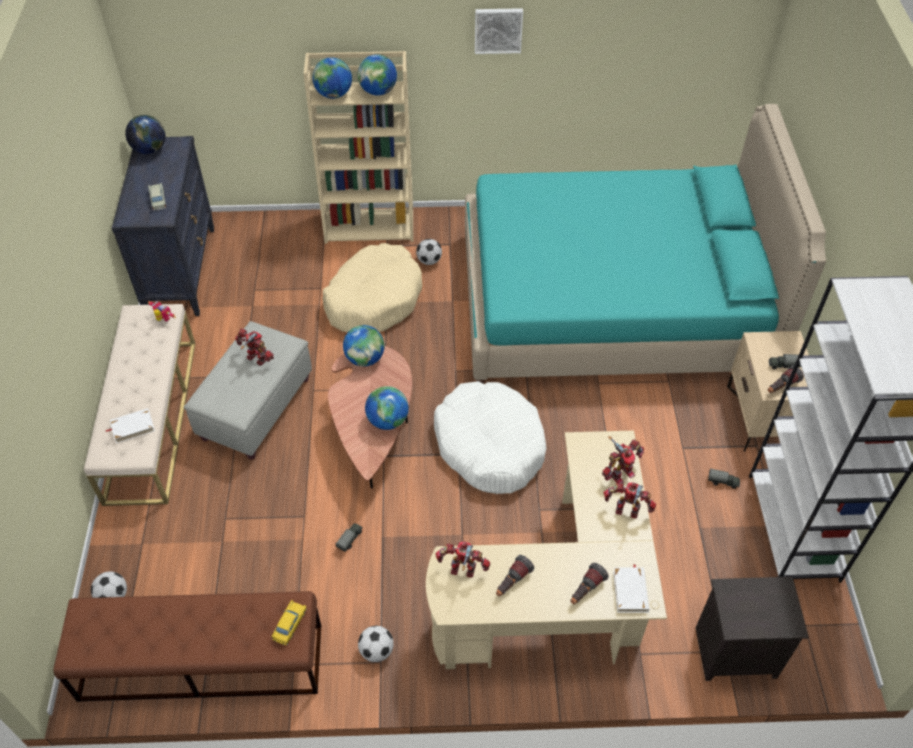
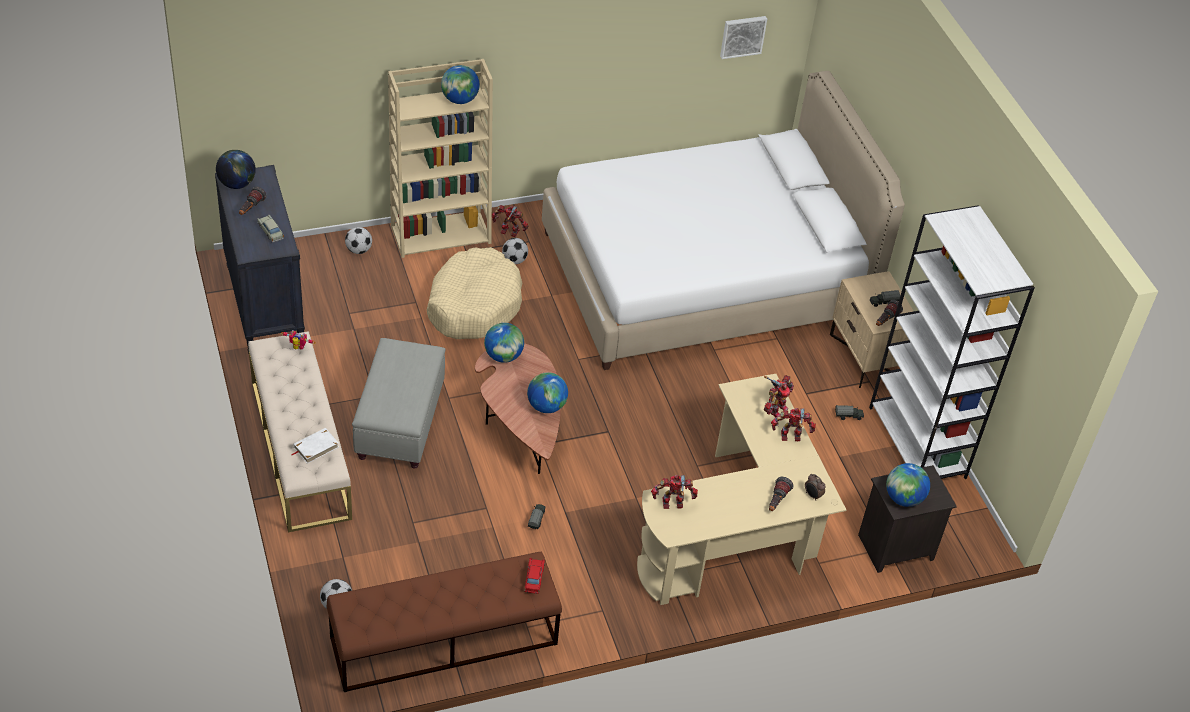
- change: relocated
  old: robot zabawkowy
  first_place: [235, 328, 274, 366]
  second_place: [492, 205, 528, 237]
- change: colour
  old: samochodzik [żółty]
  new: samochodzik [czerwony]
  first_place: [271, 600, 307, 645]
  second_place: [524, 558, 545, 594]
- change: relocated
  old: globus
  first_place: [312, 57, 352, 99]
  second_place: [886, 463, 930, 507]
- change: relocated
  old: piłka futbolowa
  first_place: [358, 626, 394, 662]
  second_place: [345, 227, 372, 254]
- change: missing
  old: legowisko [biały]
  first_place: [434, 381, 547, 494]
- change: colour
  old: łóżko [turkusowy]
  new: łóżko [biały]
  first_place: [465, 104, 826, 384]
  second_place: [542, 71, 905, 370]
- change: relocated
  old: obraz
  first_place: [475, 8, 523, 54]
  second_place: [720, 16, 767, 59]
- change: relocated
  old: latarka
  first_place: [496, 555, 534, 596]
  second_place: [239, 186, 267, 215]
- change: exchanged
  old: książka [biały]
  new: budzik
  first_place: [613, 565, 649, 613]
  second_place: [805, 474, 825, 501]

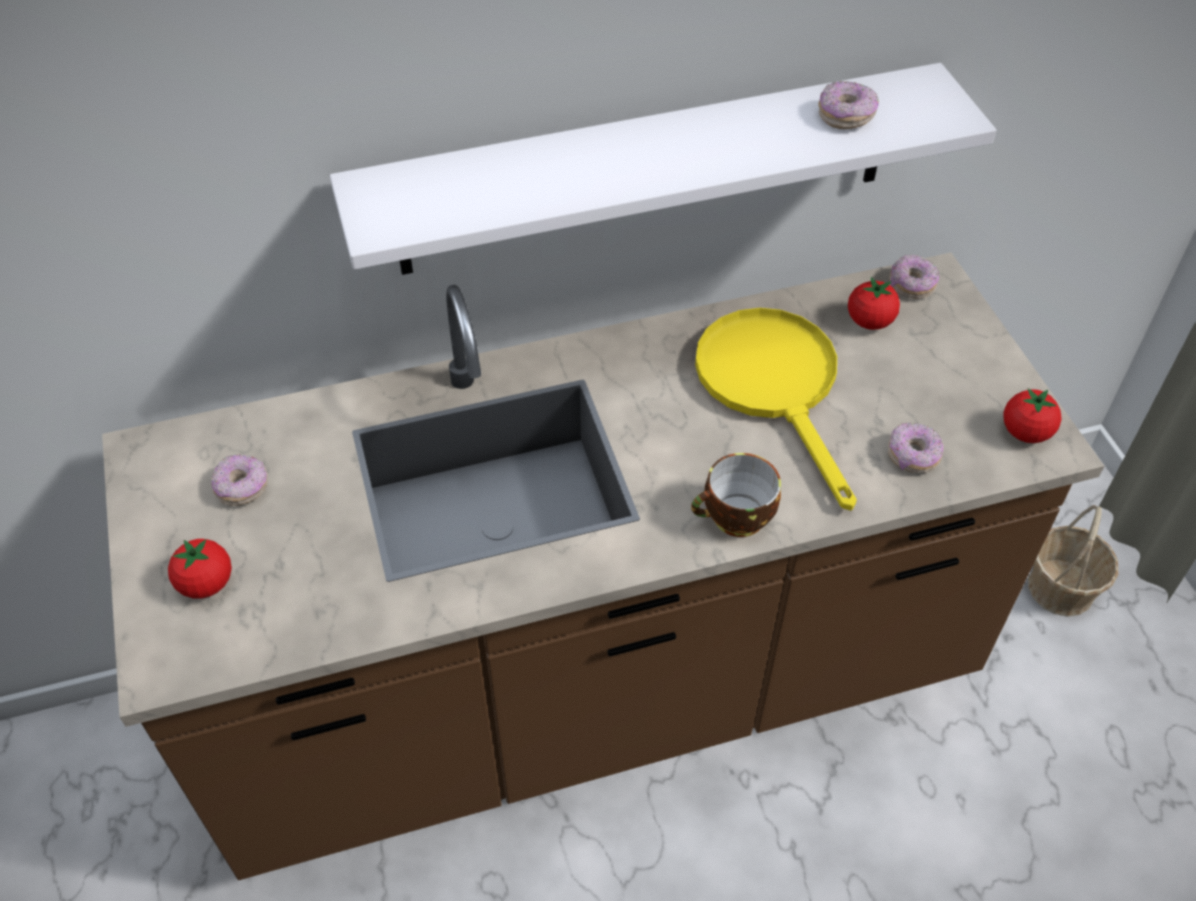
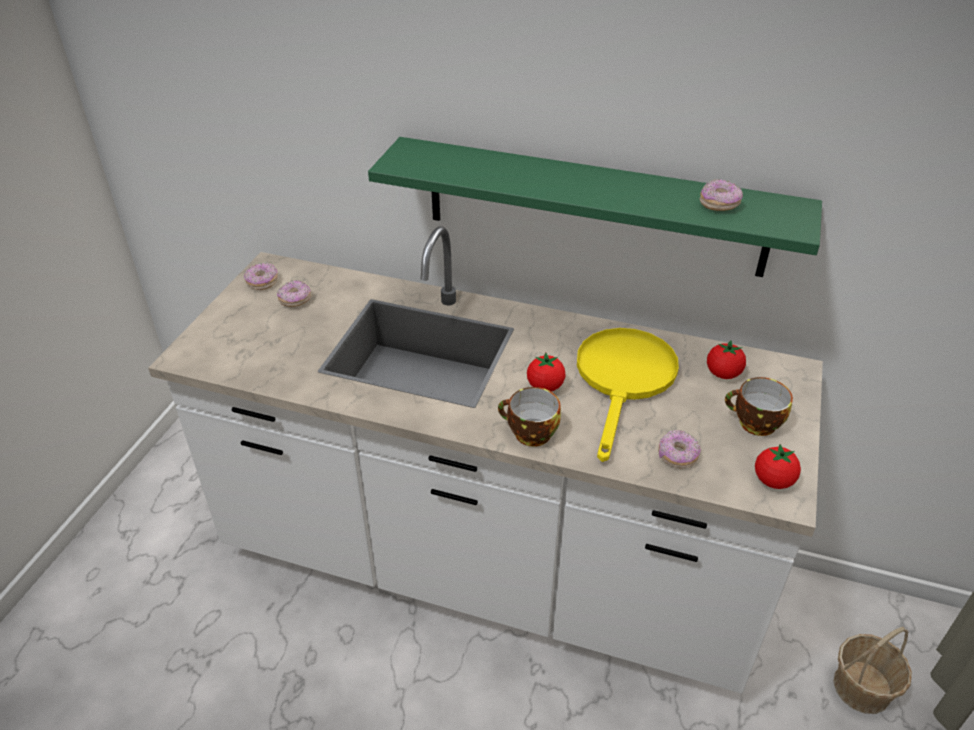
- change: colour
  old: zabudowa kuchenna [brązowy]
  new: zabudowa kuchenna [biały]
  first_place: [102, 252, 1104, 880]
  second_place: [148, 226, 823, 694]
- change: relocated
  old: pomidor
  first_place: [168, 539, 232, 598]
  second_place: [527, 352, 566, 391]
- change: colour
  old: półka [biały]
  new: półka [zielony]
  first_place: [330, 63, 997, 275]
  second_place: [368, 137, 822, 277]
- change: relocated
  old: donut
  first_place: [889, 254, 939, 299]
  second_place: [244, 262, 278, 290]
- change: appeared
  new: filiżanka
  second_place: [725, 377, 793, 436]

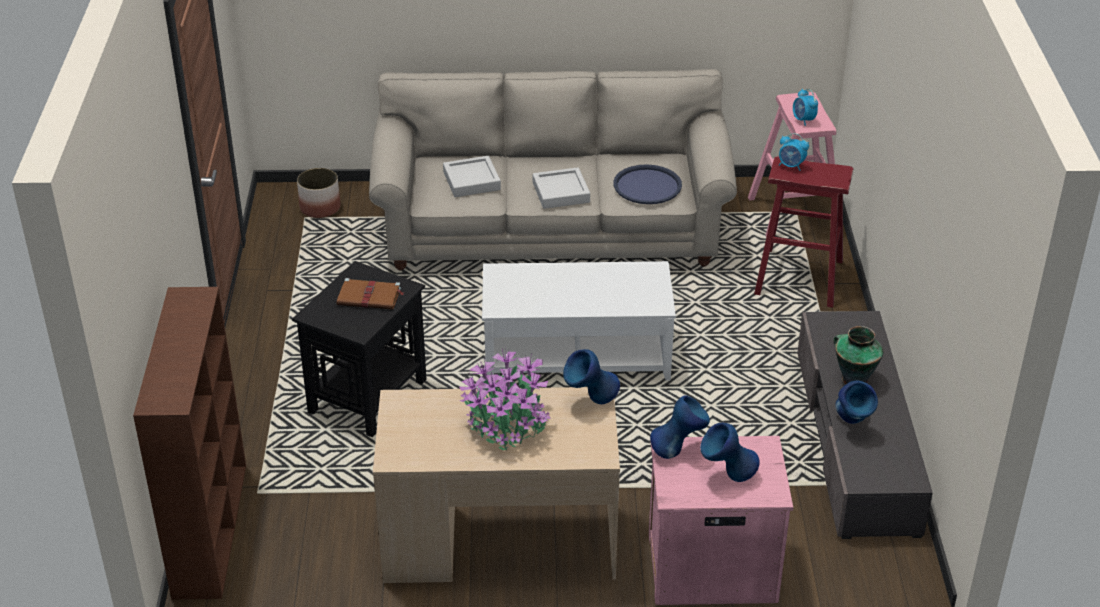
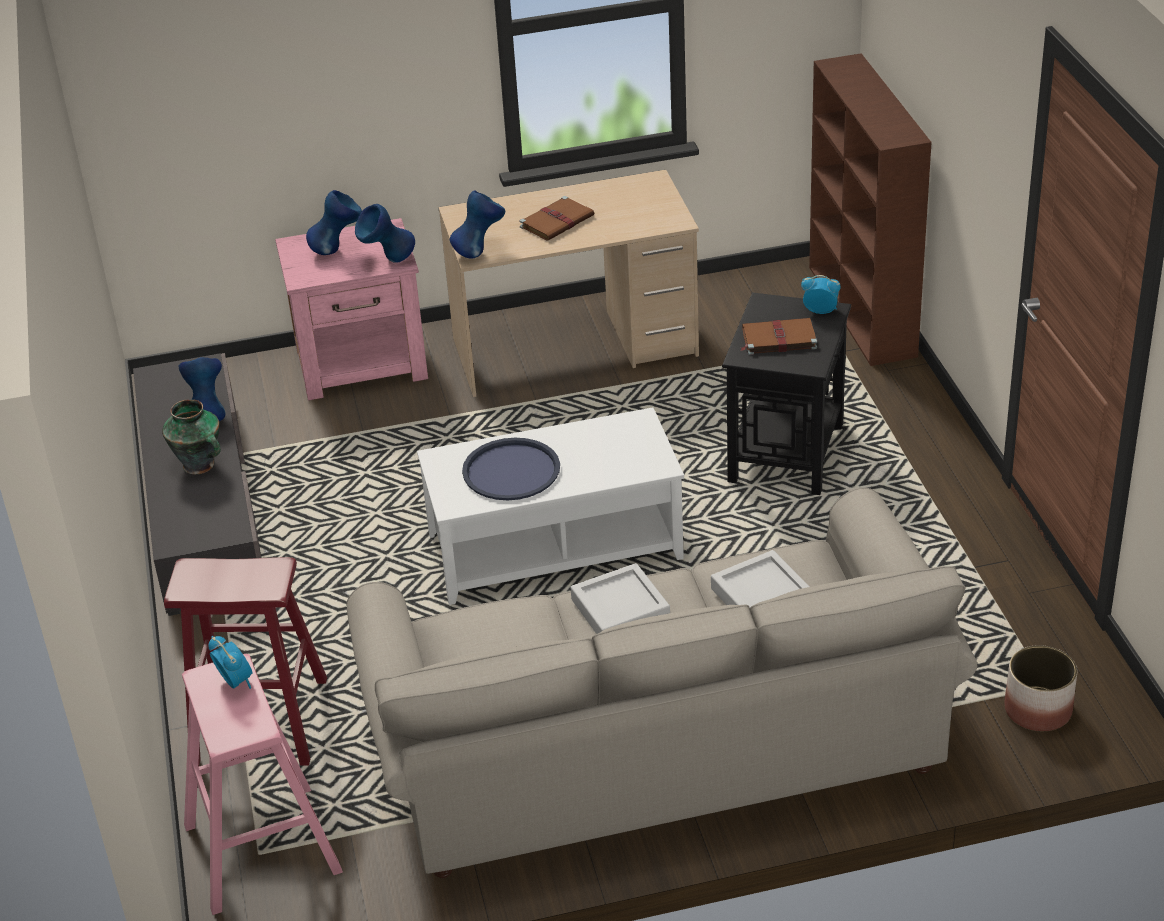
- change: exchanged
  old: roślina doniczkowa
  new: książka [brązowy]
  first_place: [459, 348, 551, 450]
  second_place: [519, 196, 594, 240]
- change: relocated
  old: taca [niebieski]
  first_place: [613, 164, 682, 204]
  second_place: [462, 438, 560, 500]
- change: relocated
  old: budzik
  first_place: [779, 133, 809, 171]
  second_place: [801, 275, 840, 314]

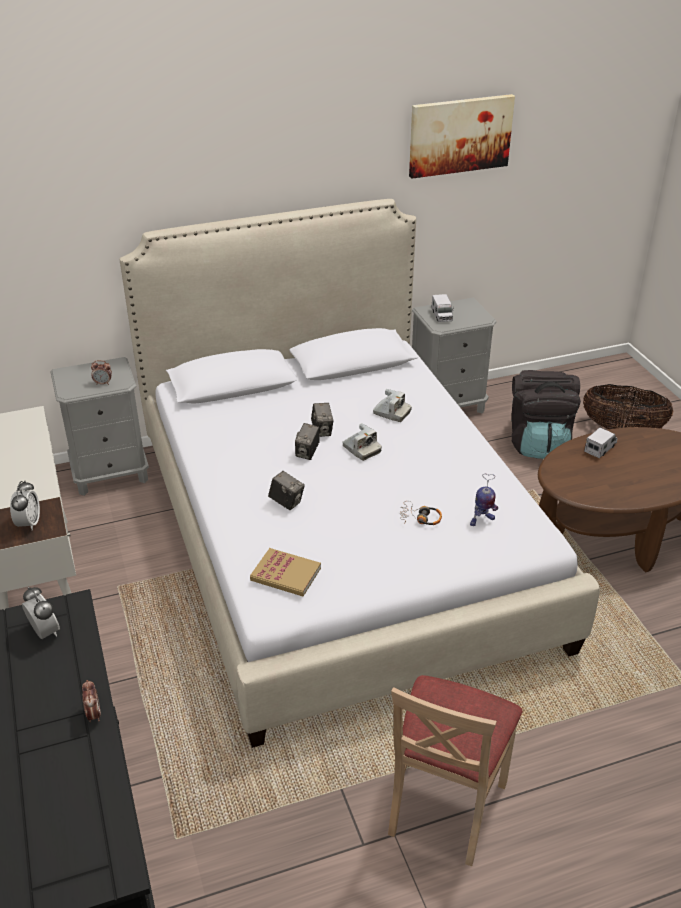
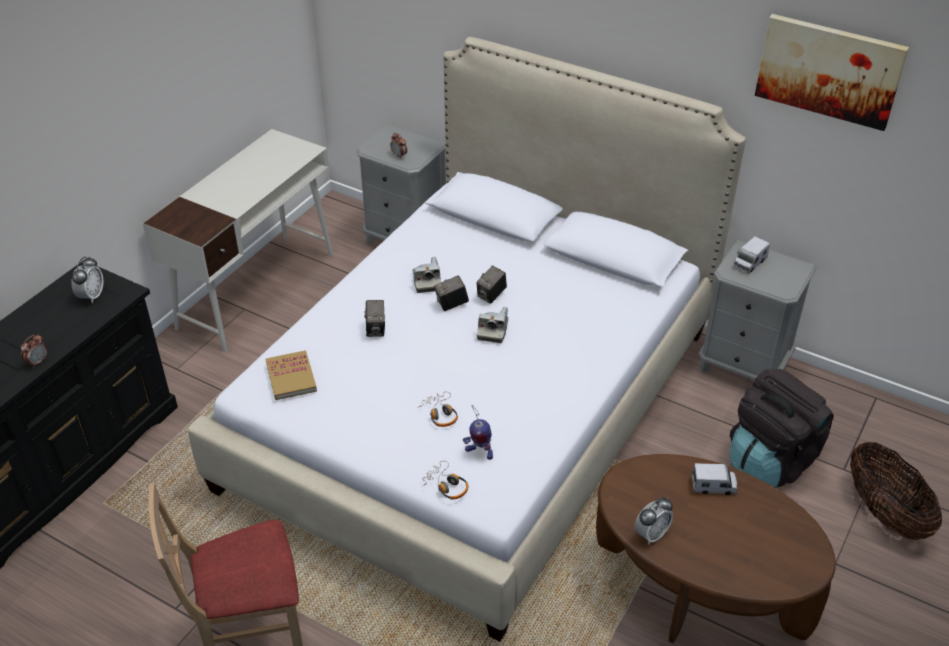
- change: relocated
  old: budzik
  first_place: [10, 481, 40, 531]
  second_place: [634, 497, 673, 545]
- change: relocated
  old: aparat fotograficzny
  first_place: [373, 389, 412, 422]
  second_place: [413, 257, 441, 293]
- change: appeared
  new: słuchawki
  second_place: [422, 461, 468, 499]

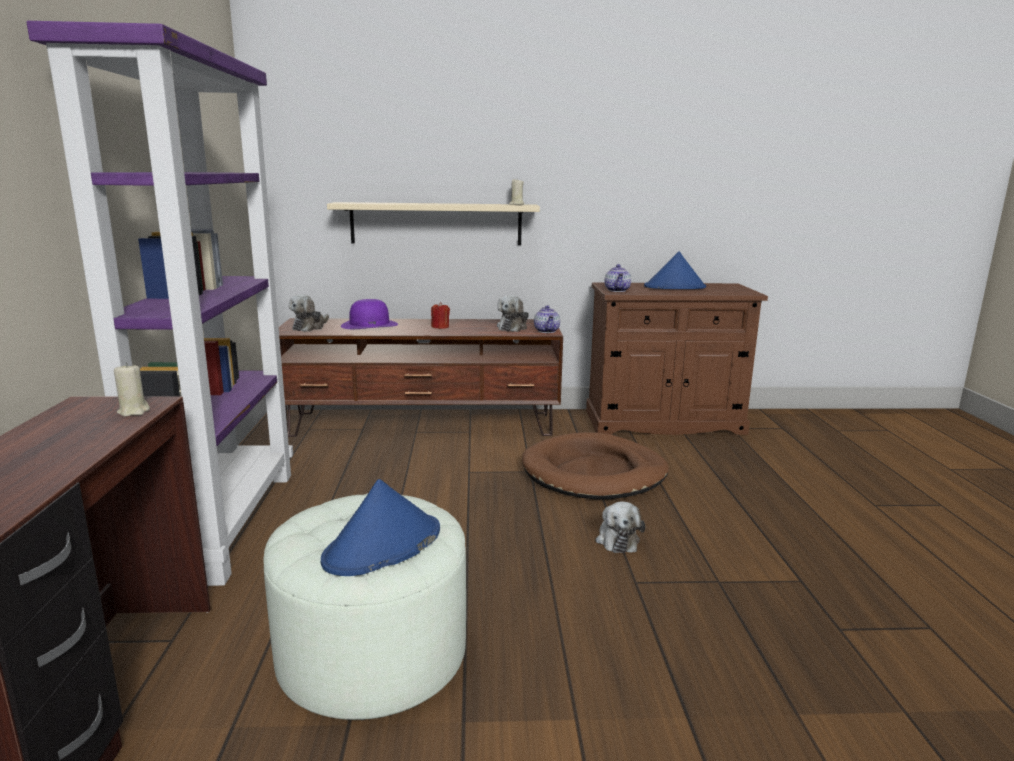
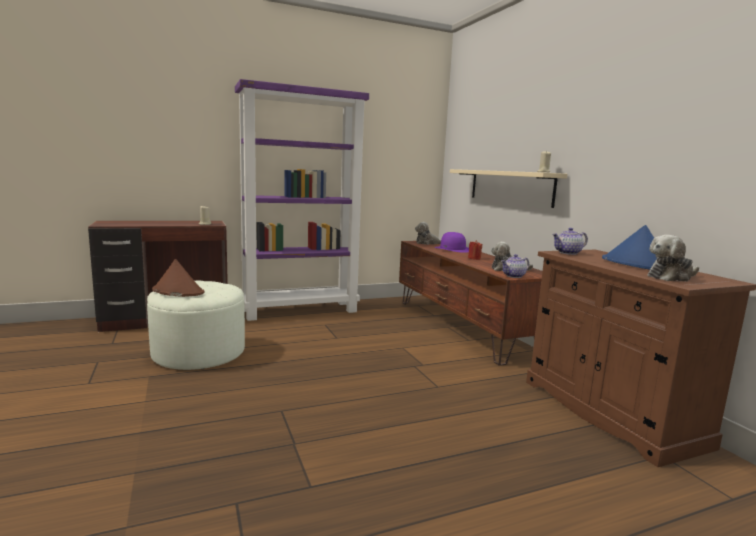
- change: colour
  old: kapelusz [niebieski]
  new: kapelusz [brązowy]
  first_place: [321, 479, 440, 576]
  second_place: [152, 259, 205, 297]
- change: missing
  old: legowisko [brązowy]
  first_place: [522, 432, 669, 499]
- change: relocated
  old: pluszak
  first_place: [596, 501, 645, 553]
  second_place: [647, 235, 699, 282]

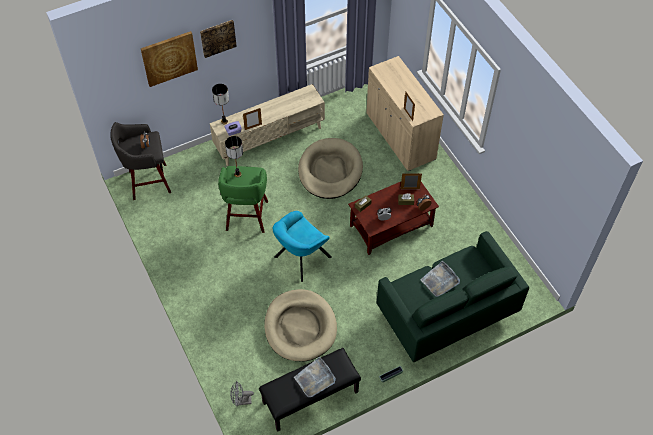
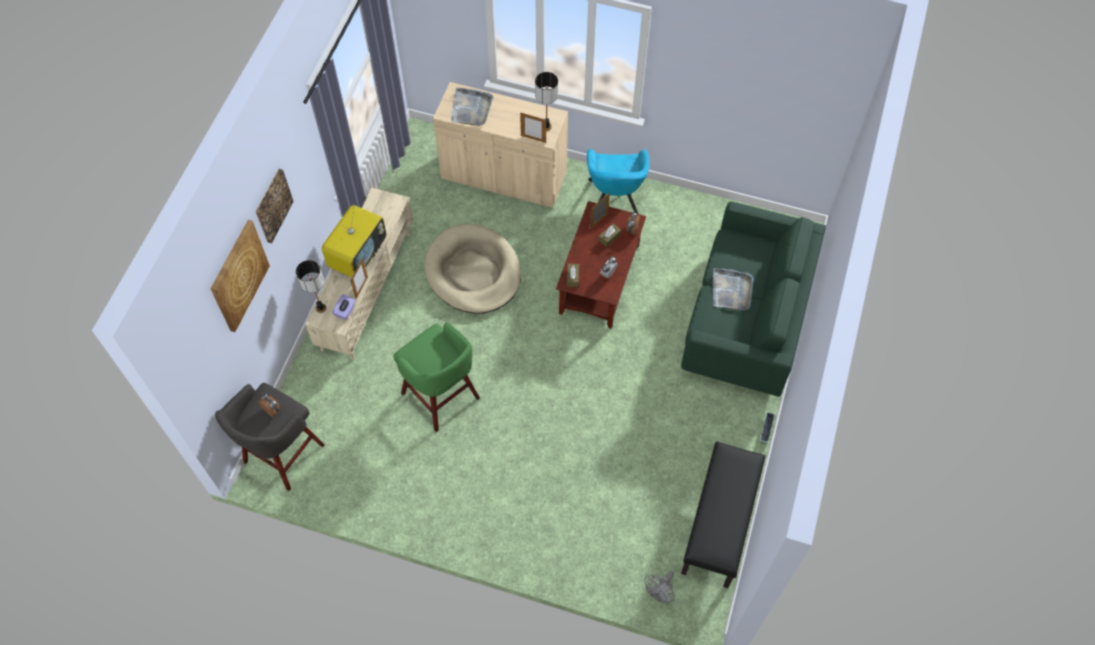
- change: relocated
  old: lampa stołowa
  first_place: [225, 136, 243, 177]
  second_place: [535, 72, 558, 131]
- change: missing
  old: legowisko [beżowy]
  first_place: [264, 289, 337, 362]
- change: relocated
  old: fotel [turkusowy]
  first_place: [273, 211, 332, 282]
  second_place: [587, 149, 649, 214]
- change: relocated
  old: taca [szary]
  first_place: [294, 357, 336, 397]
  second_place: [451, 88, 493, 126]
- change: appeared
  new: telewizor
  second_place: [322, 205, 387, 277]

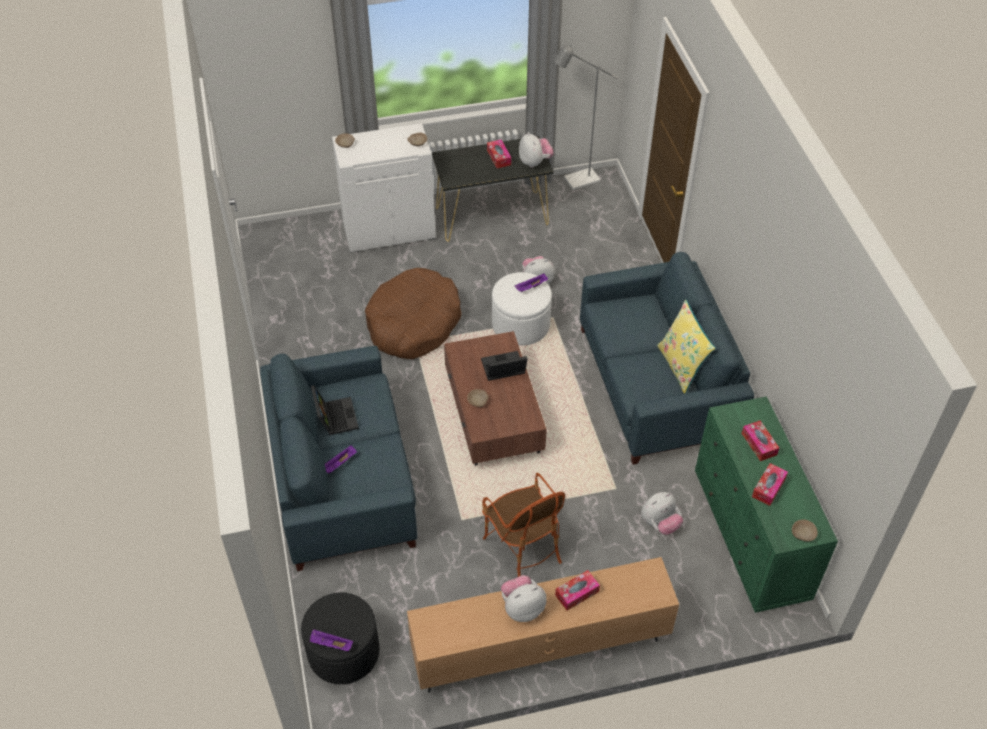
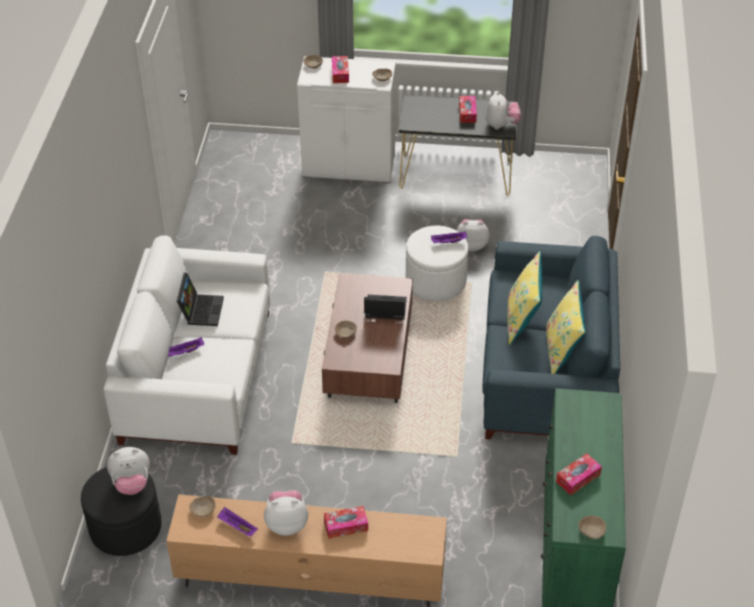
- change: colour
  old: kanapa [niebieski]
  new: kanapa [biały]
  first_place: [260, 346, 417, 571]
  second_place: [104, 235, 270, 455]
- change: relocated
  old: taca [fioletowy]
  first_place: [310, 629, 353, 651]
  second_place: [217, 507, 258, 536]
- change: missing
  old: legowisko [brązowy]
  first_place: [365, 268, 461, 359]
- change: missing
  old: fotel
  first_place: [482, 473, 565, 577]
- change: missing
  old: lampa stojąca [szary]
  first_place: [553, 44, 618, 190]
- change: relocated
  old: pluszak
  first_place: [641, 492, 683, 535]
  second_place: [107, 447, 150, 495]
- change: relocated
  old: pudełko chusteczek
  first_place: [742, 420, 779, 461]
  second_place: [332, 56, 349, 83]
- change: appeared
  new: miska [beżowy]
  second_place: [189, 496, 216, 517]
- change: appeared
  new: poduszka [żółty]
  second_place: [507, 251, 542, 345]

